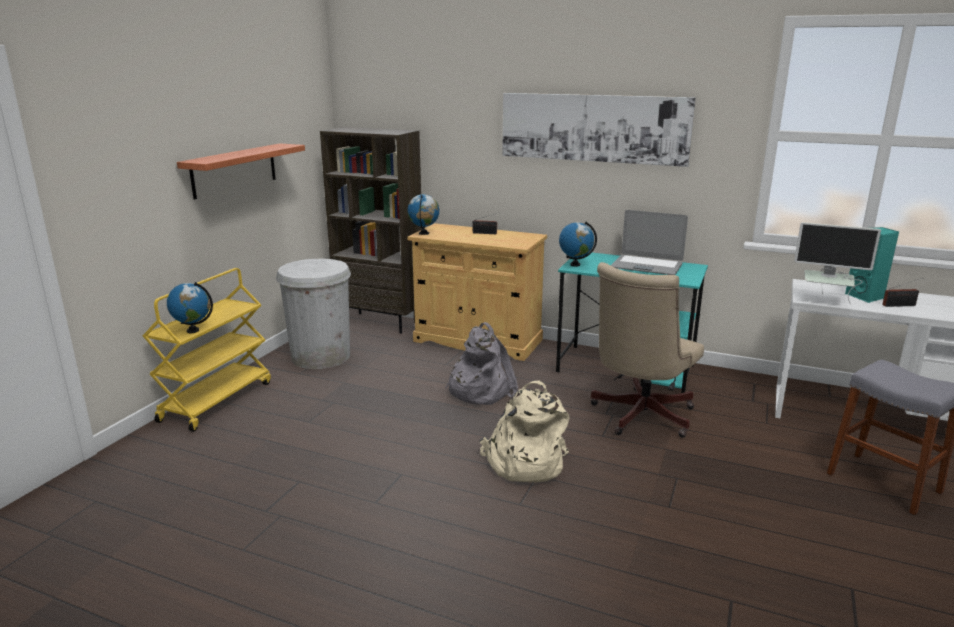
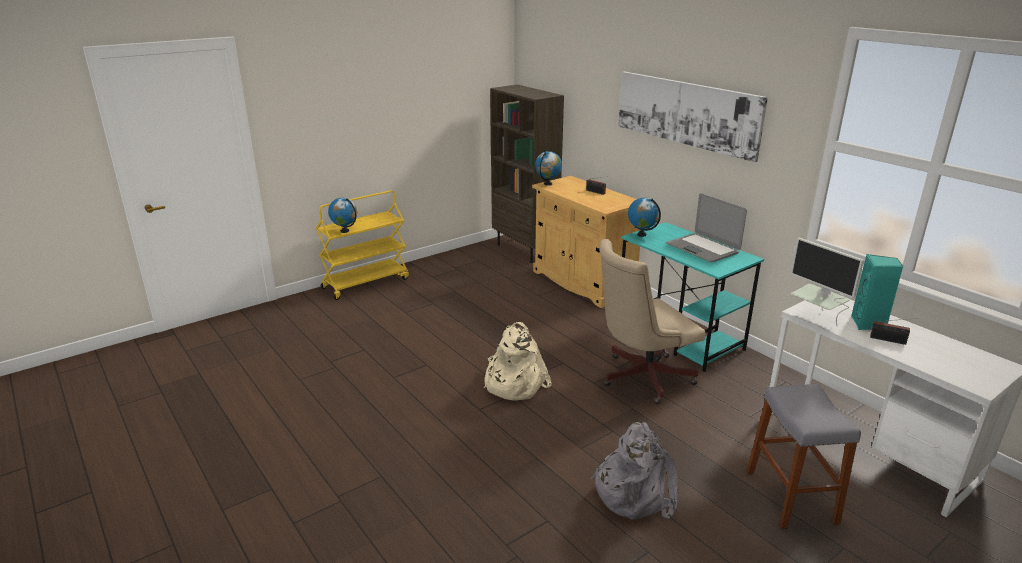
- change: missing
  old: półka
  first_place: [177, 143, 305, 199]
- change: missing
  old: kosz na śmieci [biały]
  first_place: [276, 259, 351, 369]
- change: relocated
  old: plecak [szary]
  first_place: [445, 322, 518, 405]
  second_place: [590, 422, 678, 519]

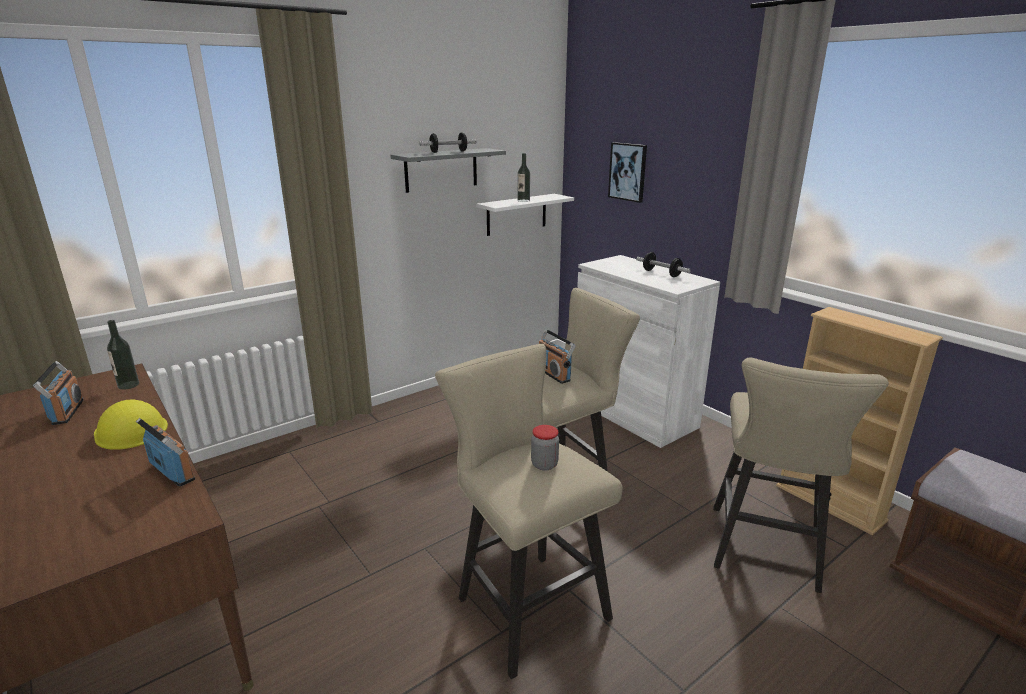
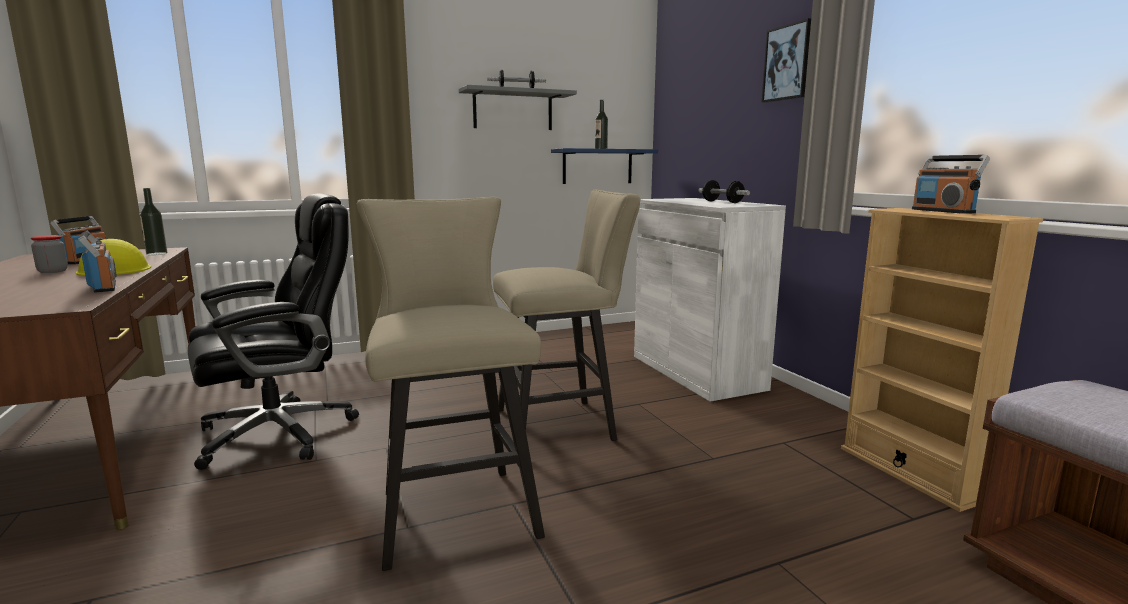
- change: colour
  old: półka [biały]
  new: półka [niebieski]
  first_place: [476, 194, 574, 236]
  second_place: [551, 148, 658, 184]
- change: relocated
  old: słoik
  first_place: [531, 425, 559, 471]
  second_place: [31, 235, 68, 273]
- change: relocated
  old: radio
  first_place: [539, 329, 576, 384]
  second_place: [912, 155, 990, 214]
- change: relocated
  old: obraz
  first_place: [608, 142, 647, 203]
  second_place: [762, 18, 811, 103]
- change: missing
  old: stołek [beżowy]
  first_place: [714, 357, 889, 593]
- change: appeared
  new: krzesło biurowe [czarny]
  second_place: [188, 194, 359, 470]

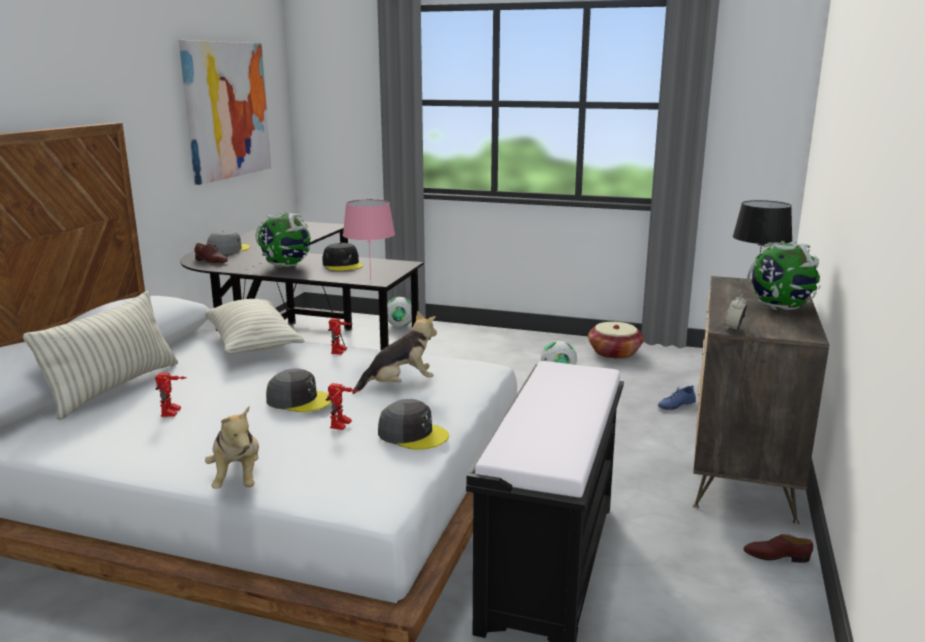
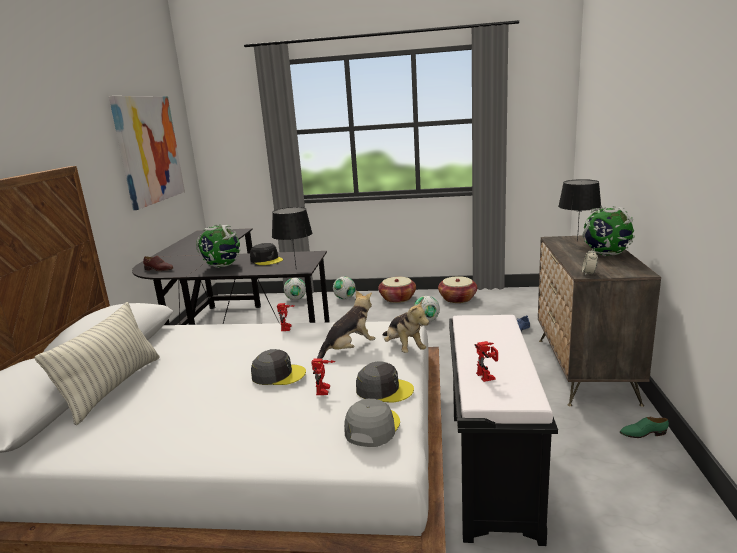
- change: relocated
  old: robot zabawkowy
  first_place: [155, 373, 187, 417]
  second_place: [475, 341, 498, 382]
- change: missing
  old: poduszka
  first_place: [205, 299, 304, 354]
- change: relocated
  old: pluszak
  first_place: [205, 406, 259, 489]
  second_place: [382, 301, 429, 353]
- change: relocated
  old: czapka z daszkiem [szary]
  first_place: [207, 230, 250, 254]
  second_place: [344, 399, 400, 447]
- change: colour
  old: lampa stołowa [różowy]
  new: lampa stołowa [czarny]
  first_place: [343, 199, 395, 280]
  second_place: [272, 207, 312, 270]
- change: colour
  old: but [brązowy]
  new: but [zielony]
  first_place: [744, 534, 813, 563]
  second_place: [620, 417, 669, 438]
- change: appeared
  new: piłka futbolowa
  second_place: [333, 277, 356, 299]
- change: appeared
  new: koszyk
  second_place: [378, 277, 416, 303]

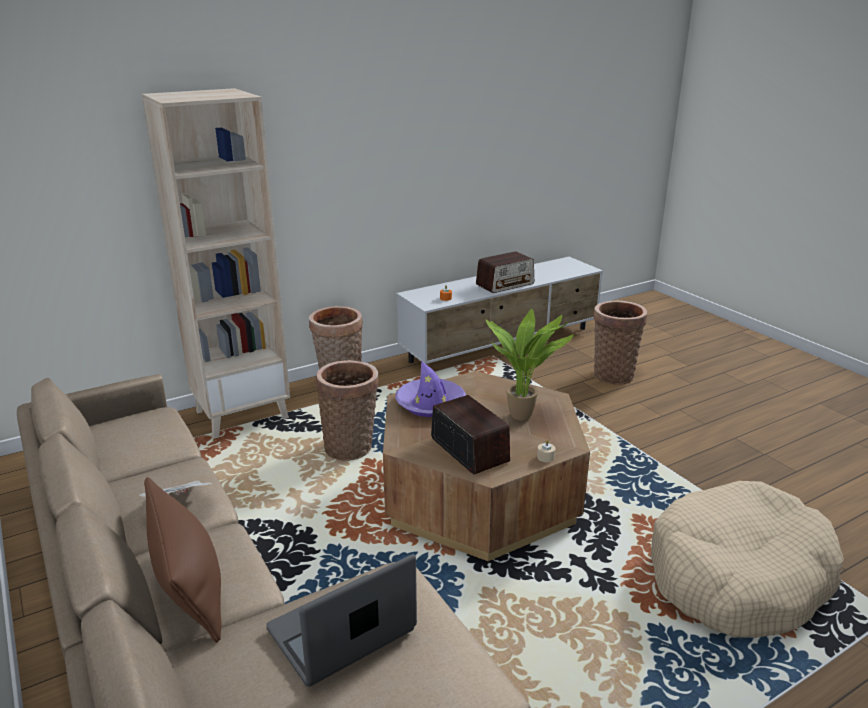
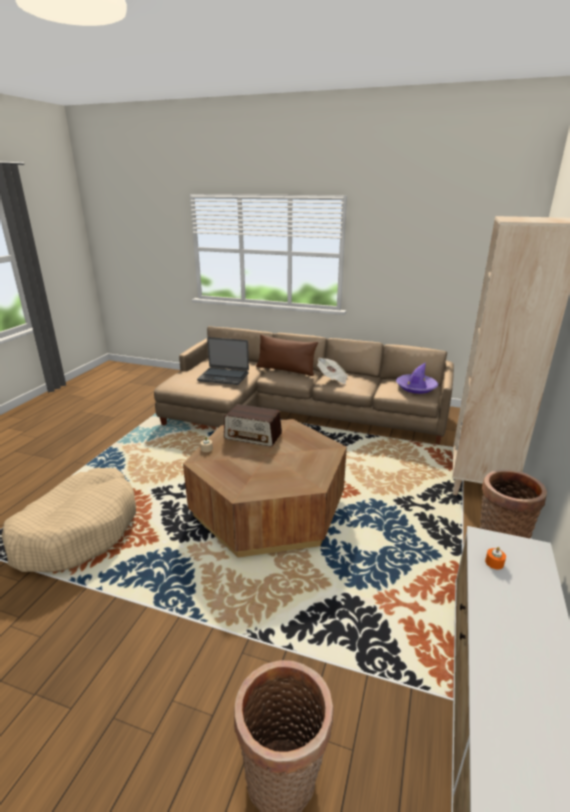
- change: spun
  old: laptop
  first_place: [266, 554, 417, 687]
  second_place: [197, 337, 249, 385]
  degrees: 90
- change: missing
  old: koszyk
  first_place: [316, 360, 379, 461]
- change: relocated
  old: kapelusz [fioletowy]
  first_place: [395, 361, 466, 417]
  second_place: [396, 362, 438, 394]
- change: missing
  old: radio
  first_place: [476, 251, 534, 293]
- change: missing
  old: roślina doniczkowa
  first_place: [486, 309, 574, 421]

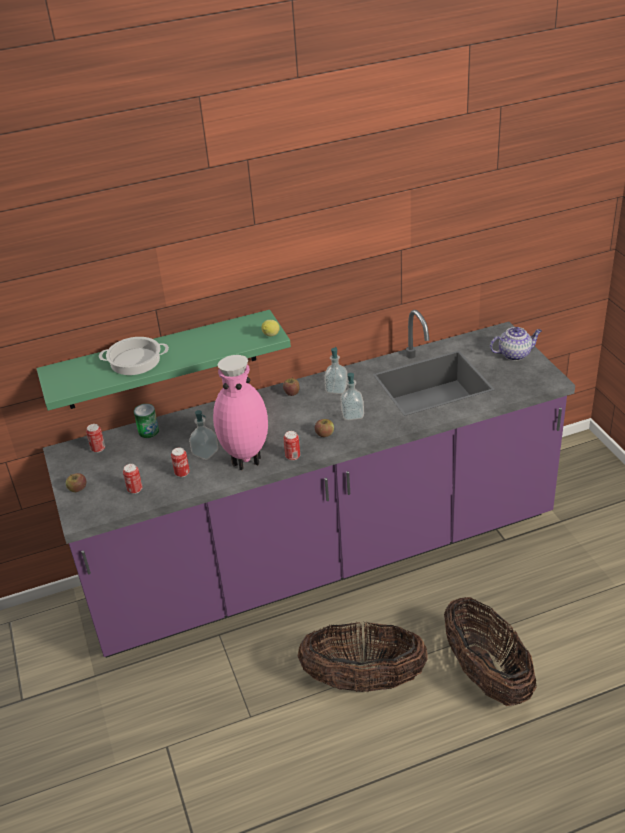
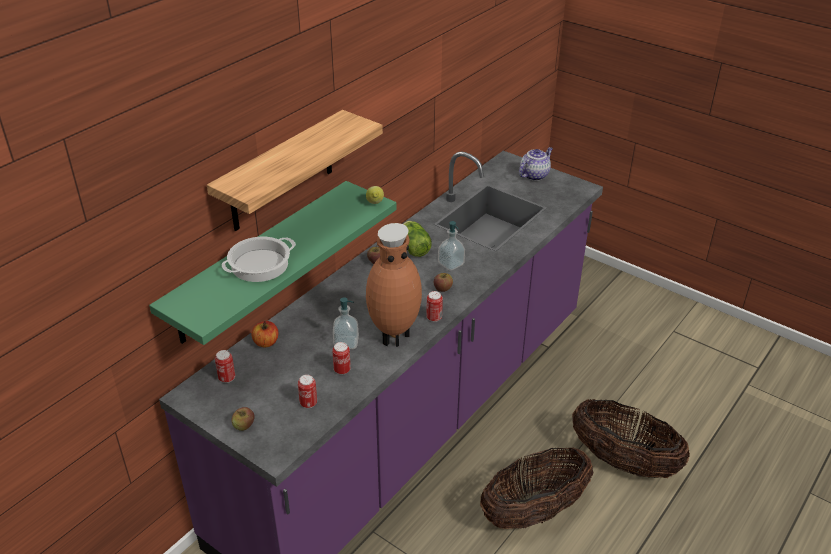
- change: exchanged
  old: puszka
  new: jabłko
  first_place: [134, 404, 159, 438]
  second_place: [251, 321, 278, 347]
- change: colour
  old: wazon [różowy]
  new: wazon [brązowy]
  first_place: [213, 355, 268, 470]
  second_place: [366, 223, 422, 347]
- change: exchanged
  old: dozownik mydła
  new: sałata
  first_place: [324, 347, 348, 394]
  second_place: [403, 221, 432, 257]
- change: appeared
  new: półka
  second_place: [207, 110, 383, 231]

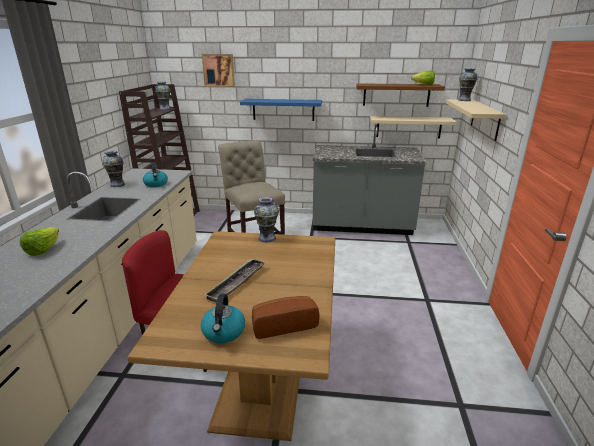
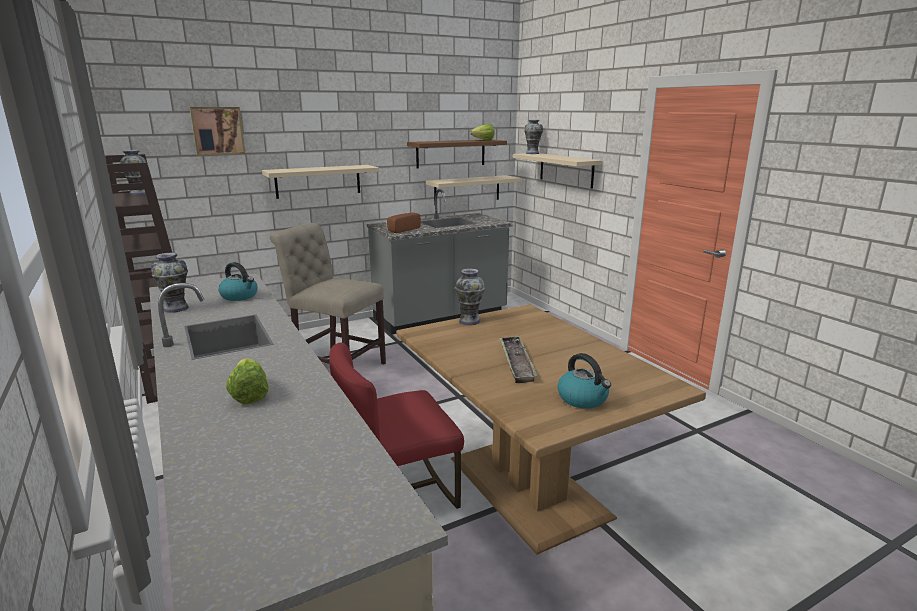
- change: colour
  old: półka [niebieski]
  new: półka [beżowy]
  first_place: [240, 99, 322, 121]
  second_place: [262, 165, 379, 199]
- change: relocated
  old: chleb
  first_place: [252, 296, 320, 339]
  second_place: [387, 213, 421, 233]

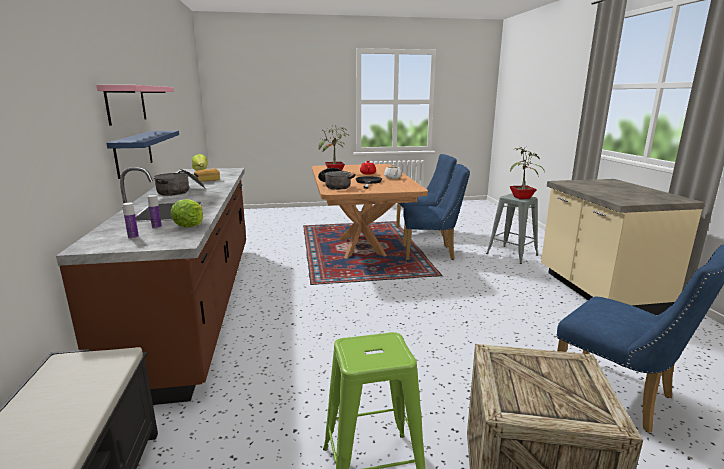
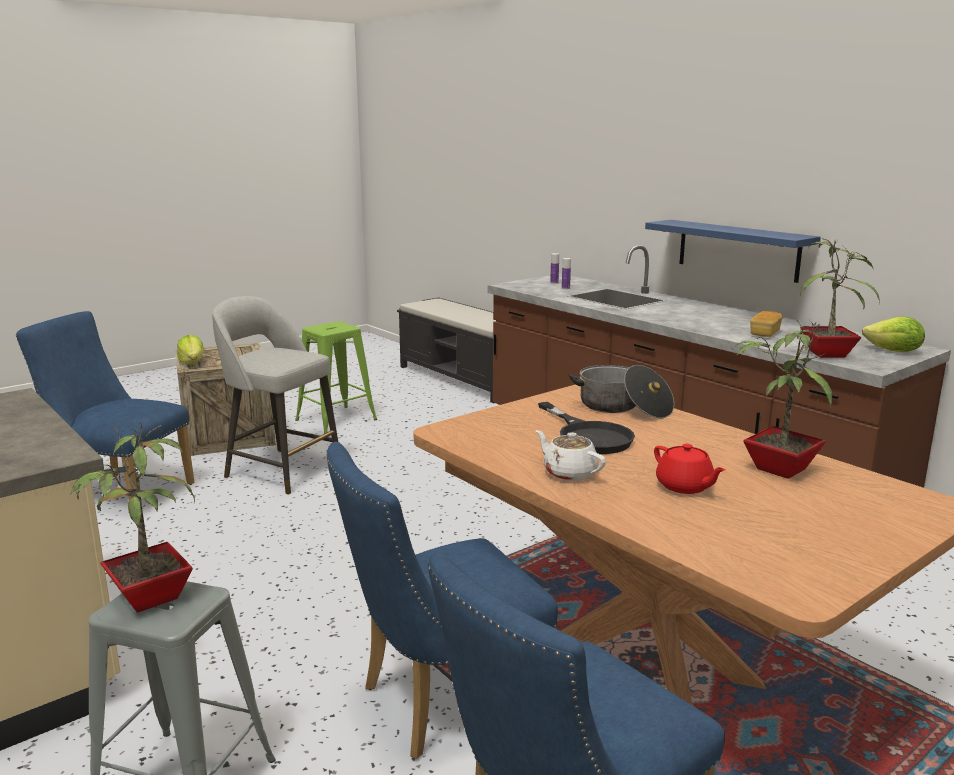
- change: missing
  old: półka [różowy]
  first_place: [96, 85, 174, 126]
- change: missing
  old: garnek
  first_place: [153, 169, 206, 196]
- change: relocated
  old: sałata
  first_place: [171, 199, 203, 227]
  second_place: [177, 335, 204, 365]
- change: appeared
  new: stołek [szary]
  second_place: [212, 296, 338, 495]
- change: appeared
  new: roślina doniczkowa
  second_place: [800, 238, 880, 358]

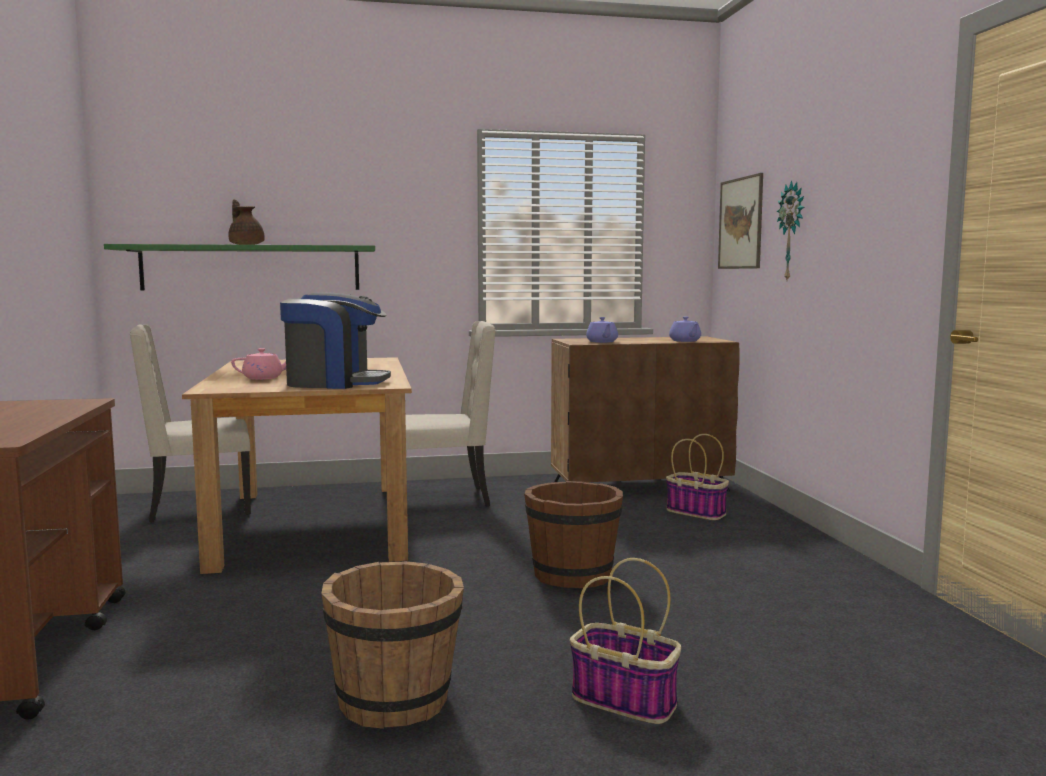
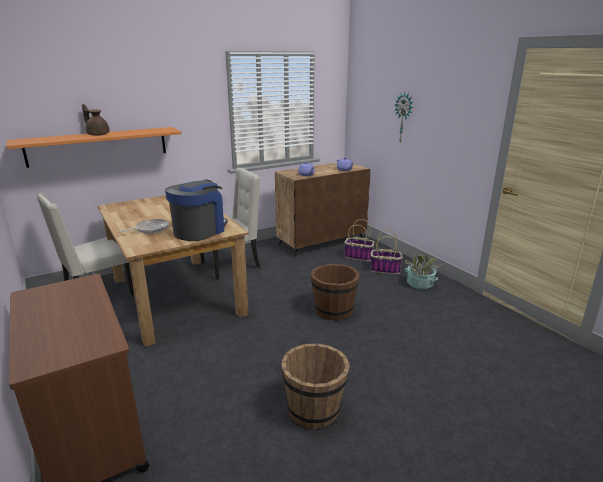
- change: colour
  old: półka [zielony]
  new: półka [pomarańczowy]
  first_place: [104, 244, 375, 291]
  second_place: [6, 127, 182, 168]
- change: exchanged
  old: imbryk [różowy]
  new: patelnia
  first_place: [231, 348, 286, 380]
  second_place: [118, 219, 169, 233]
- change: spun
  old: ekspres do kawy
  first_place: [280, 292, 391, 389]
  second_place: [165, 179, 228, 241]
  degrees: -45
- change: relocated
  old: koszyk
  first_place: [570, 558, 681, 724]
  second_place: [370, 230, 402, 274]
- change: missing
  old: obraz
  first_place: [718, 173, 763, 269]
- change: appeared
  new: roślina doniczkowa
  second_place: [405, 254, 442, 290]

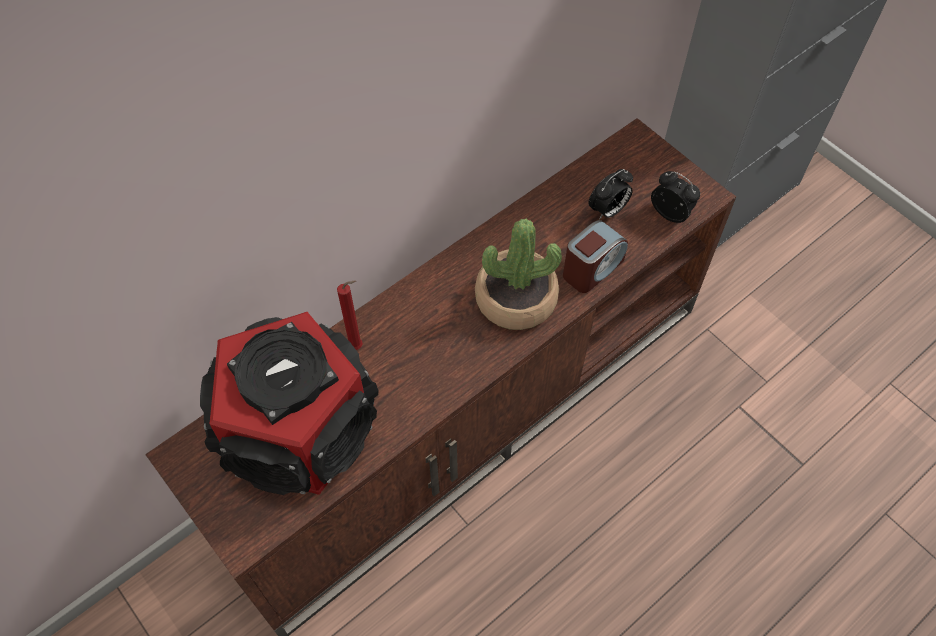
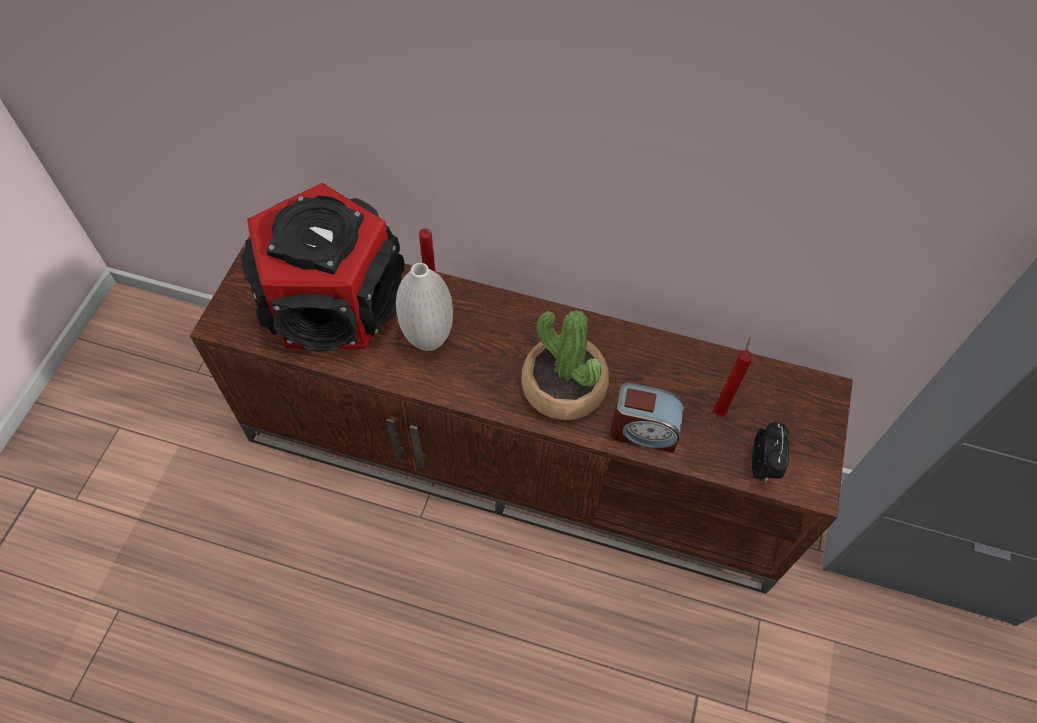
- change: exchanged
  old: budzik
  new: świeca [czerwony]
  first_place: [588, 169, 633, 220]
  second_place: [713, 337, 753, 416]
- change: appeared
  new: wazon [biały]
  second_place: [396, 263, 453, 351]

